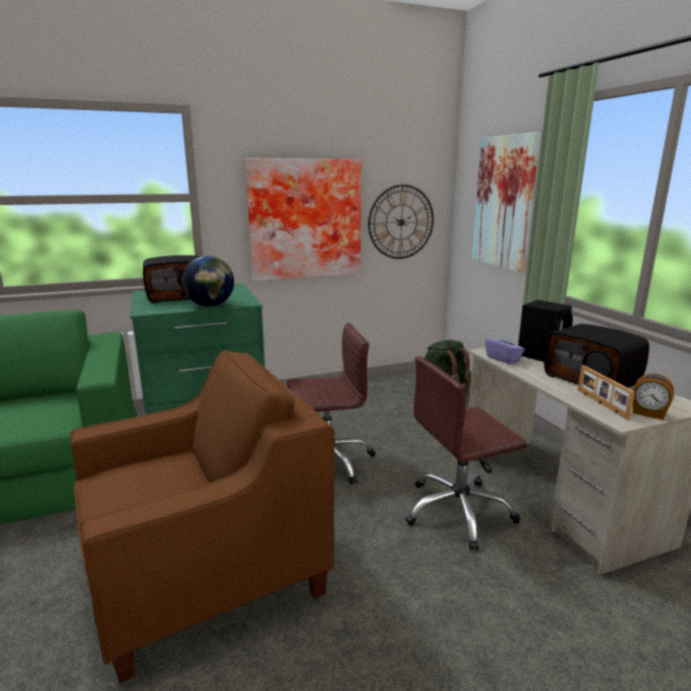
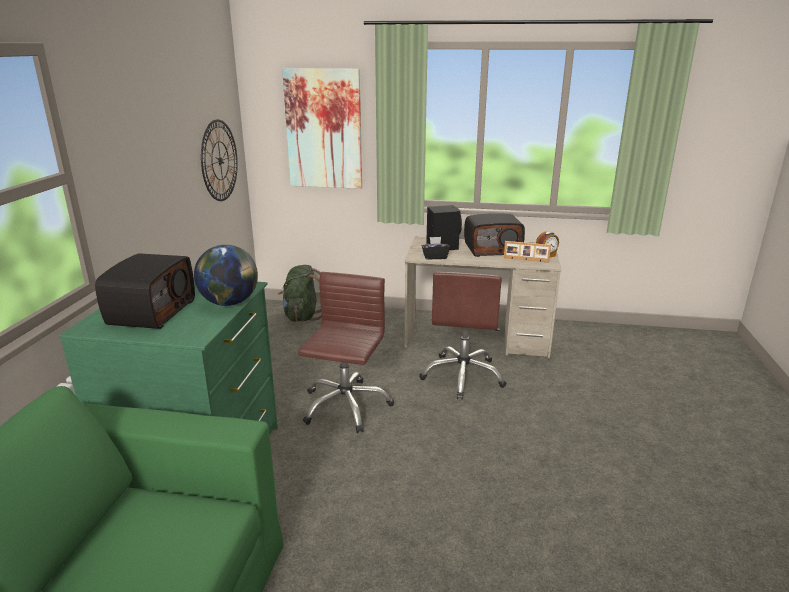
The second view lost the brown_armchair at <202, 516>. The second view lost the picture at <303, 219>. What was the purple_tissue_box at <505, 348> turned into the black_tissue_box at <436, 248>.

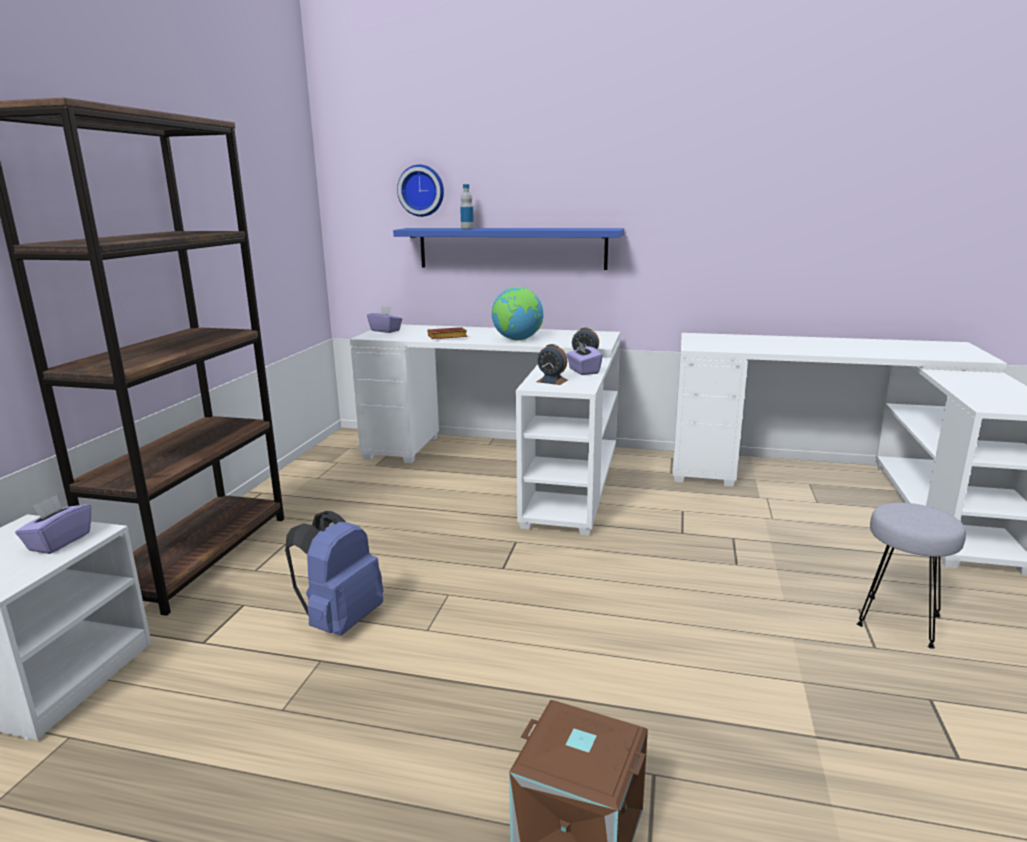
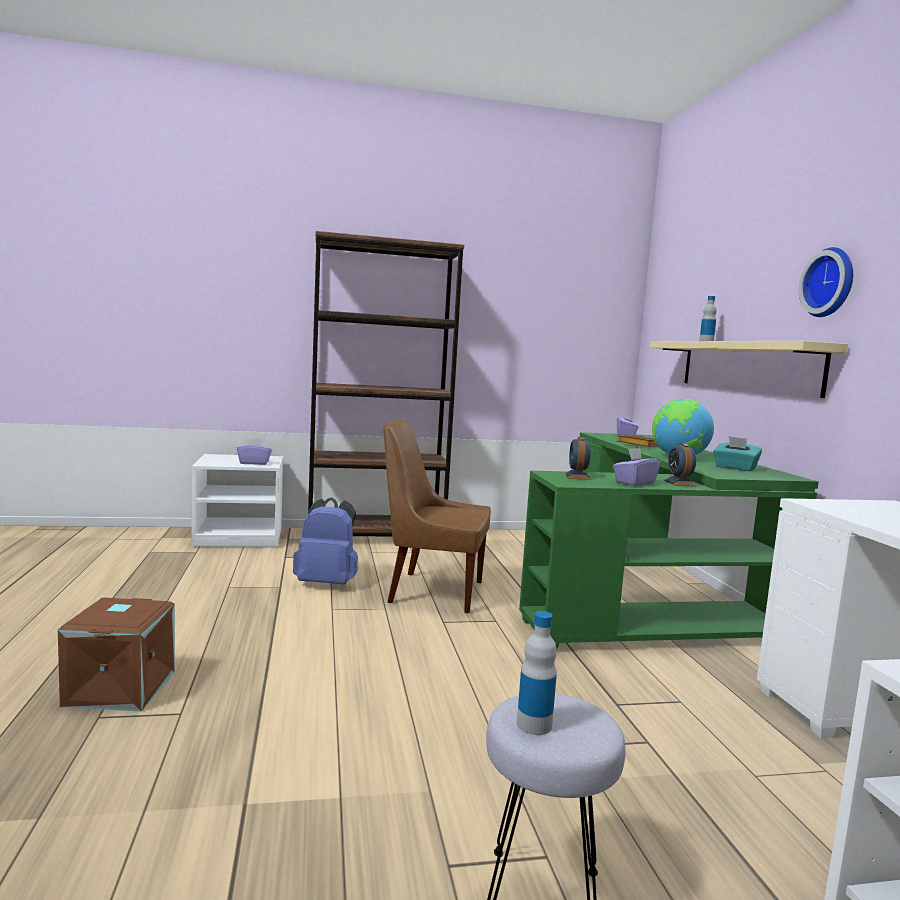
What was the white_desk at <485, 430> turned into the green_desk at <669, 540>. What was the blue_shelf at <508, 249> turned into the beige_shelf at <748, 369>. The wall_clock ended up elsewhere, having gone from <420, 191> to <826, 282>. The second view gained the brown_chair at <437, 516>. The second view gained the bottle at <537, 673>. The second view gained the turquoise_tissue_box at <737, 453>.

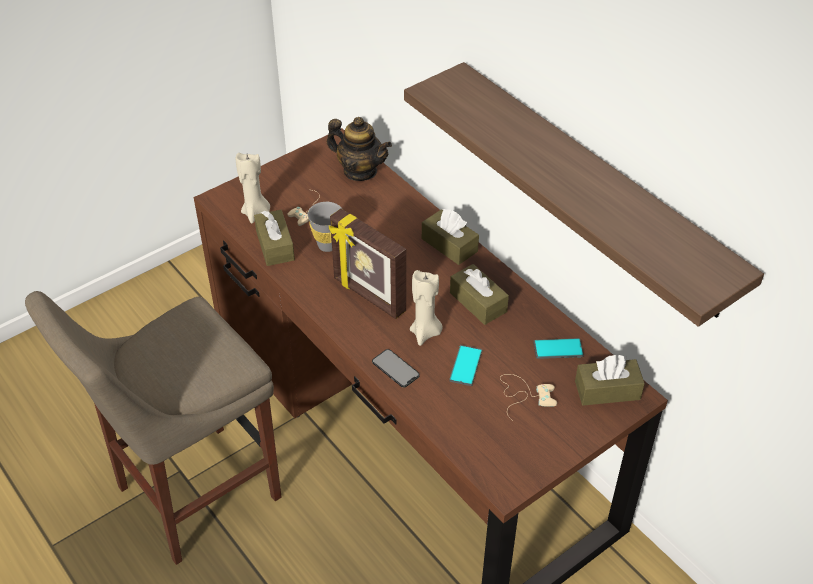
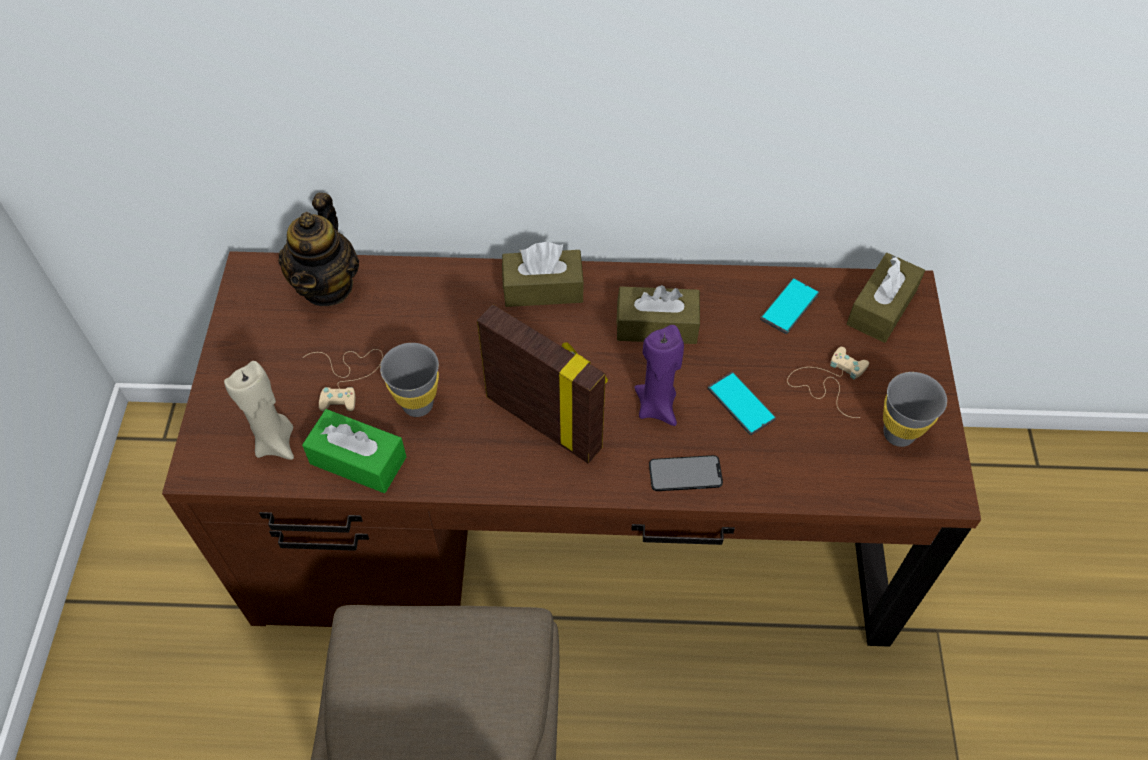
What was the brown_tissue_box at <274, 238> turned into the green_tissue_box at <354, 451>. The teapot at <359, 149> ended up facing another way, 120 degrees clockwise from before. The picture_frame at <367, 263> ended up facing another way, 135 degrees counterclockwise from before. The second view lost the shelf at <584, 194>. What was the beige_candle at <426, 308> turned into the purple_candle at <659, 375>. The second view gained the grey_cup at <915, 409>.

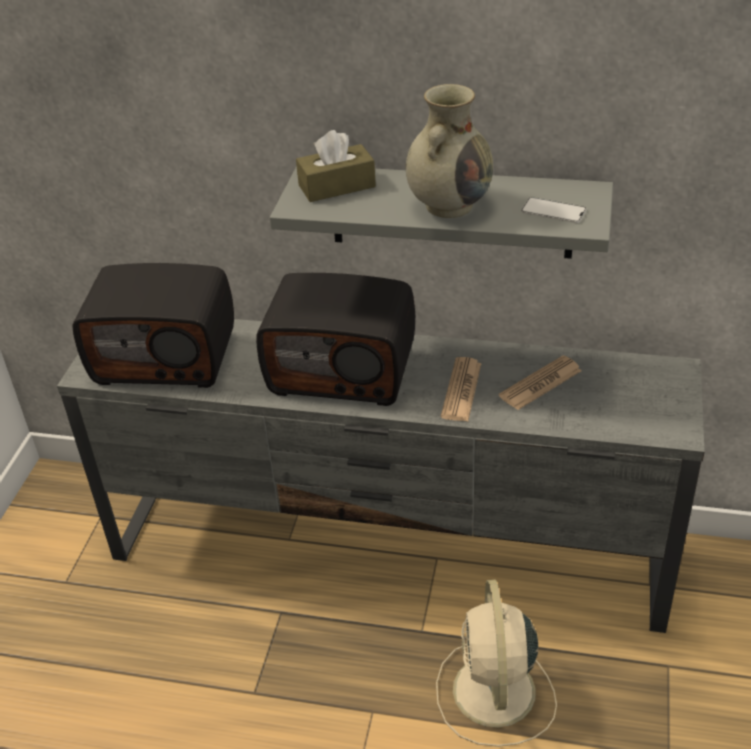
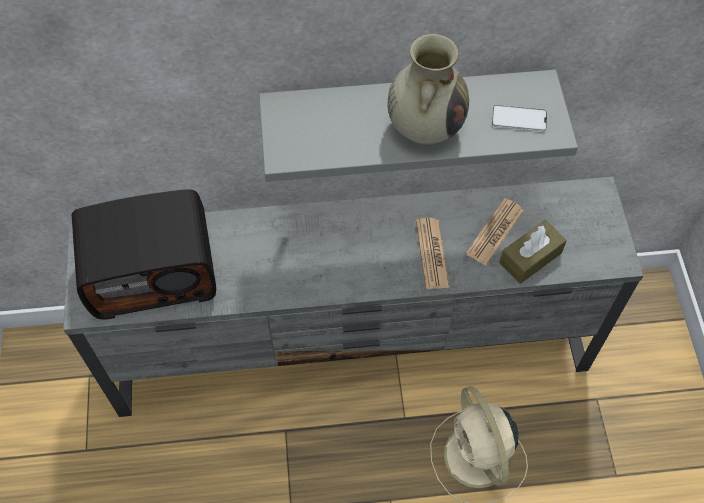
The second view lost the radio at <335, 339>. The brown_tissue_box ended up elsewhere, having gone from <336, 166> to <533, 252>.

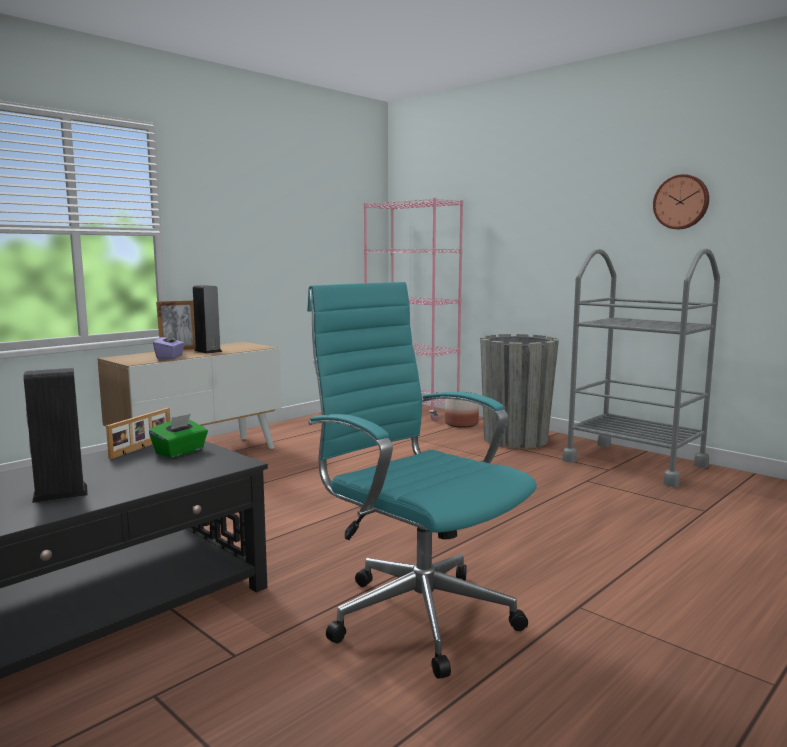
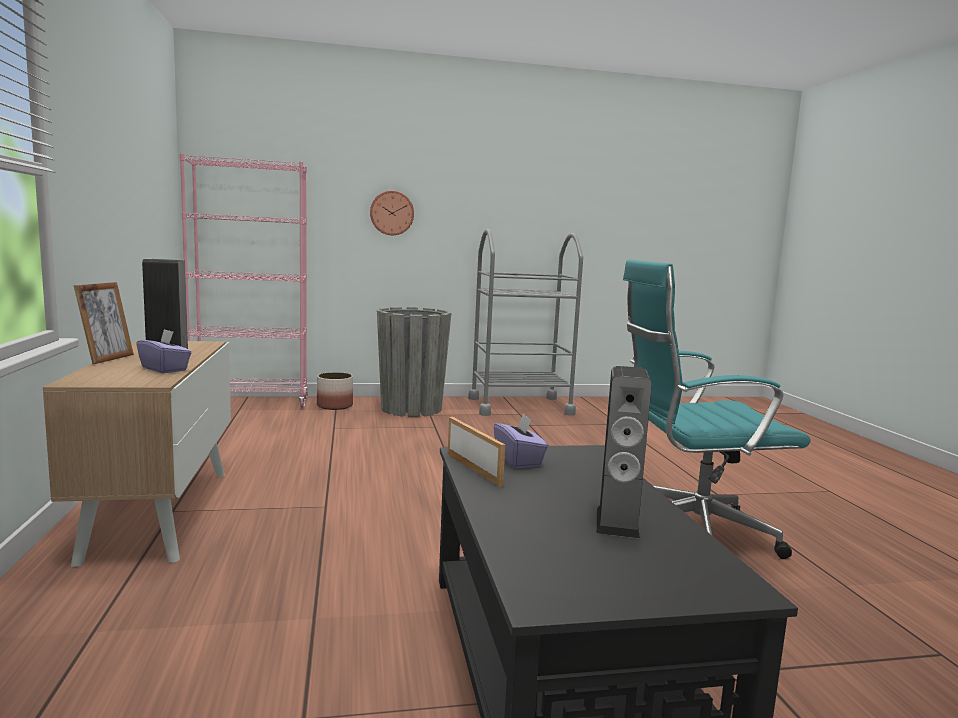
What was the green_tissue_box at <178, 436> turned into the purple_tissue_box at <521, 440>. The wall_clock ended up elsewhere, having gone from <681, 201> to <392, 213>.

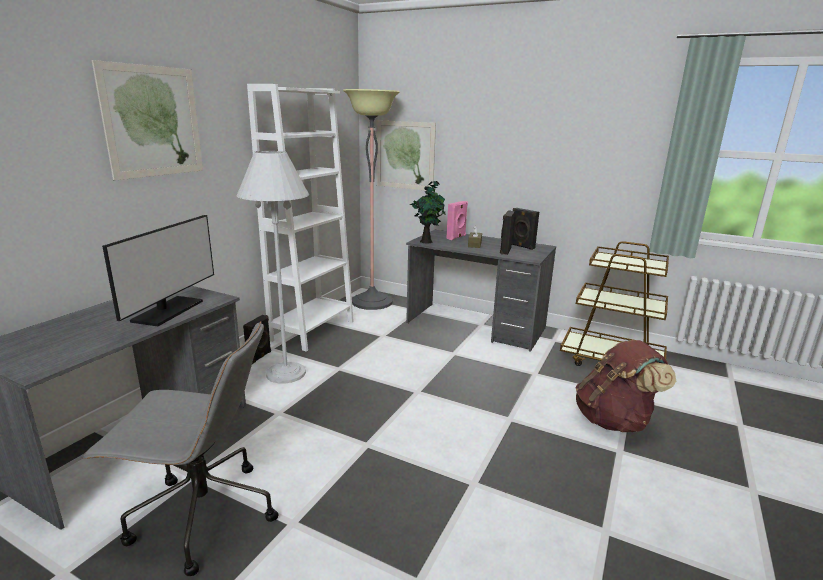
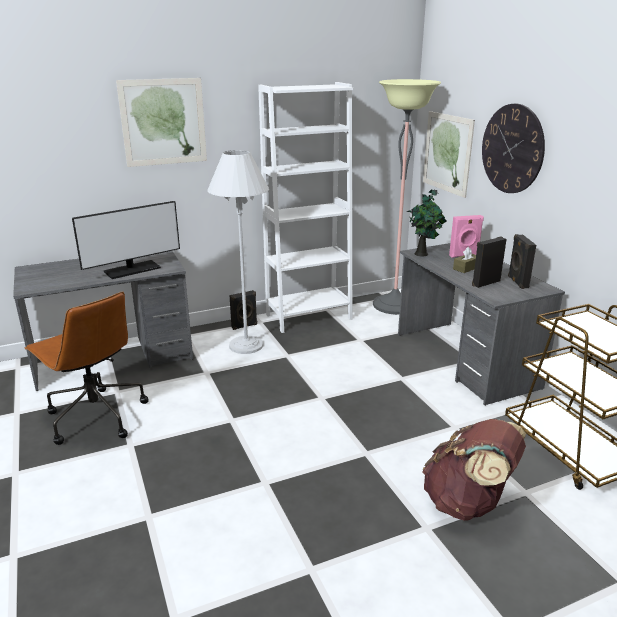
What was the grey_office_chair at <180, 448> turned into the brown_office_chair at <87, 368>. The second view gained the wall_clock at <513, 148>.

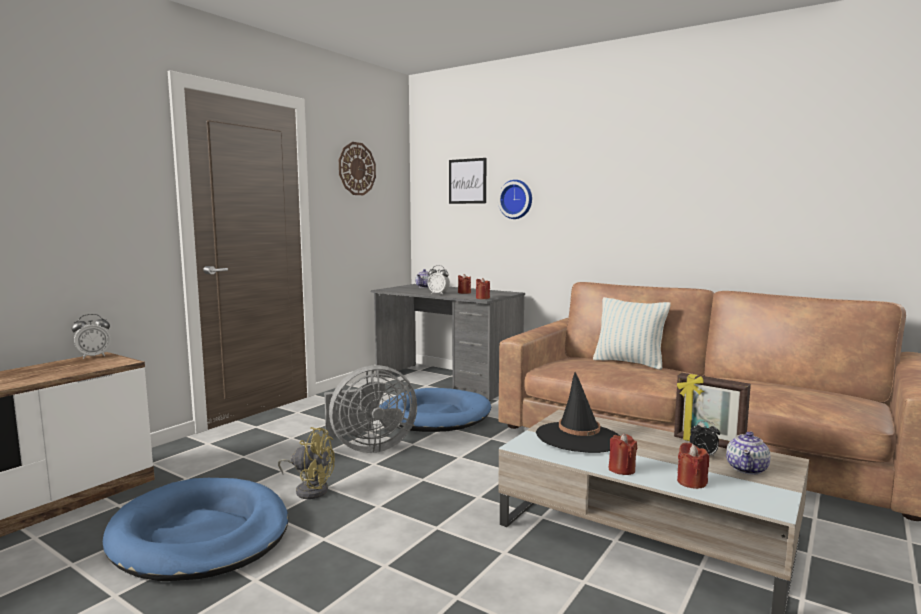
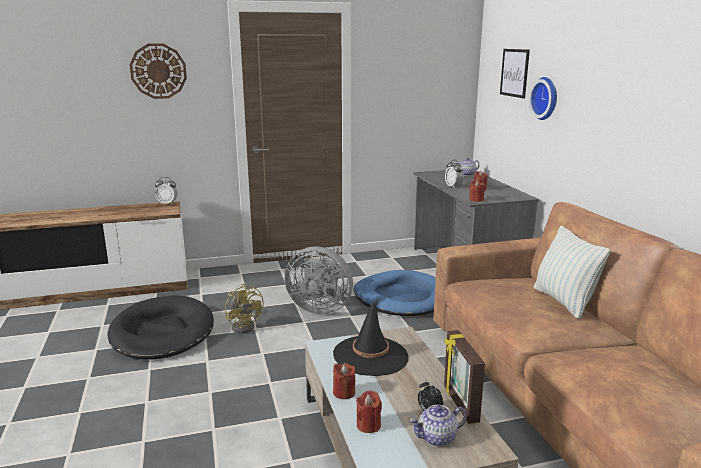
What was the blue_dog_bed at <195, 529> turned into the black_dog_bed at <160, 327>. The wall_clock ended up elsewhere, having gone from <357, 168> to <158, 71>.

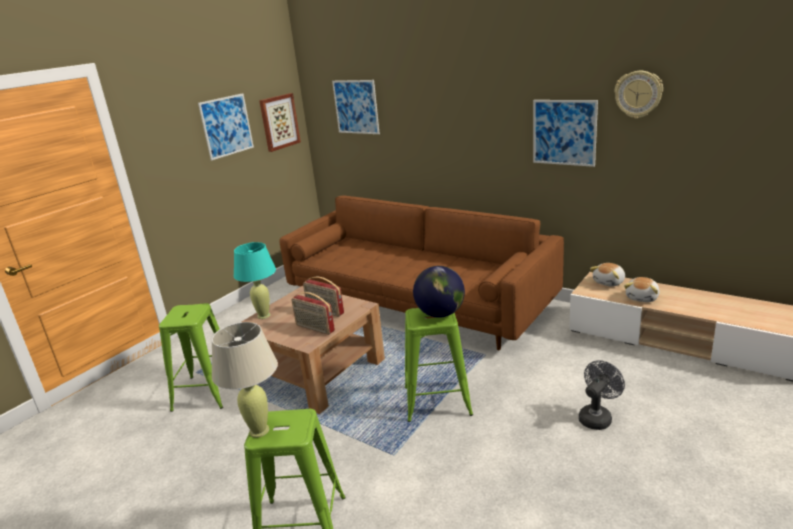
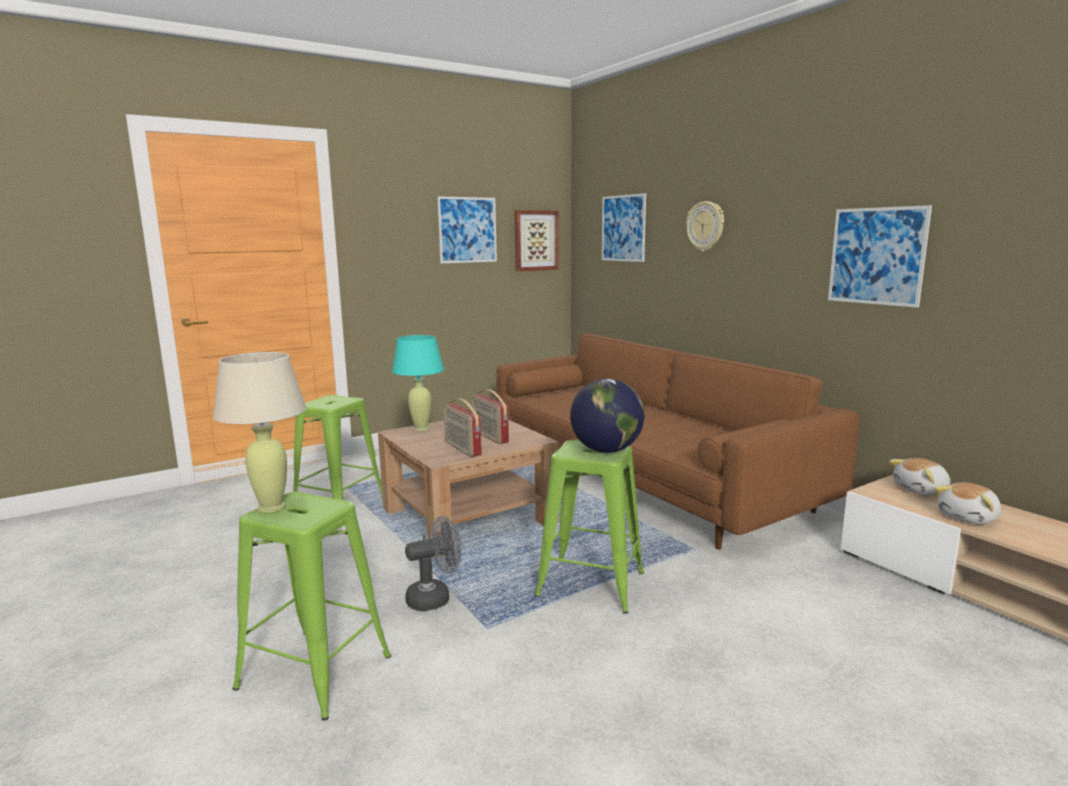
The grey_fan ended up elsewhere, having gone from <602, 395> to <433, 563>. The wall_clock ended up elsewhere, having gone from <638, 95> to <705, 226>.

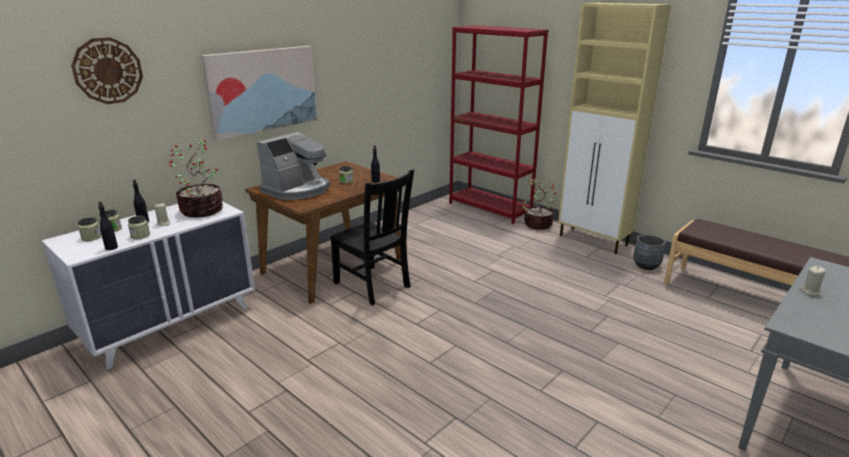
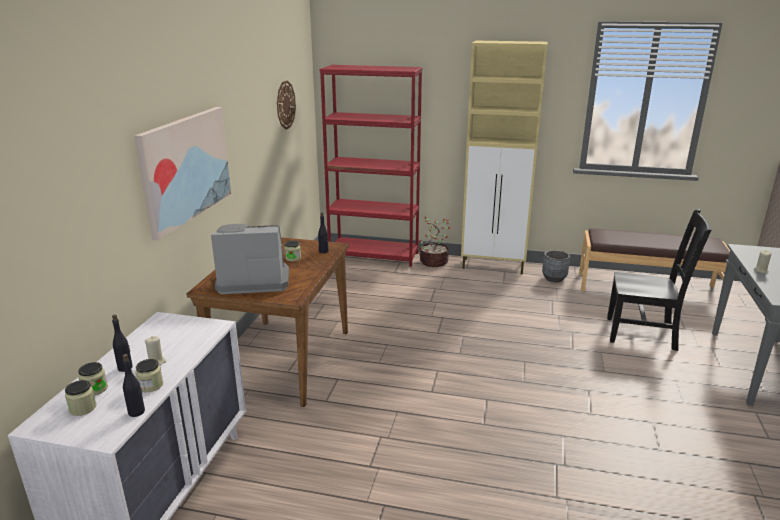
The wall_clock ended up elsewhere, having gone from <107, 70> to <286, 105>. The second view lost the potted_plant at <196, 178>. The coffee_machine at <293, 166> ended up facing another way, 105 degrees counterclockwise from before. The black_chair ended up elsewhere, having gone from <372, 237> to <659, 280>.

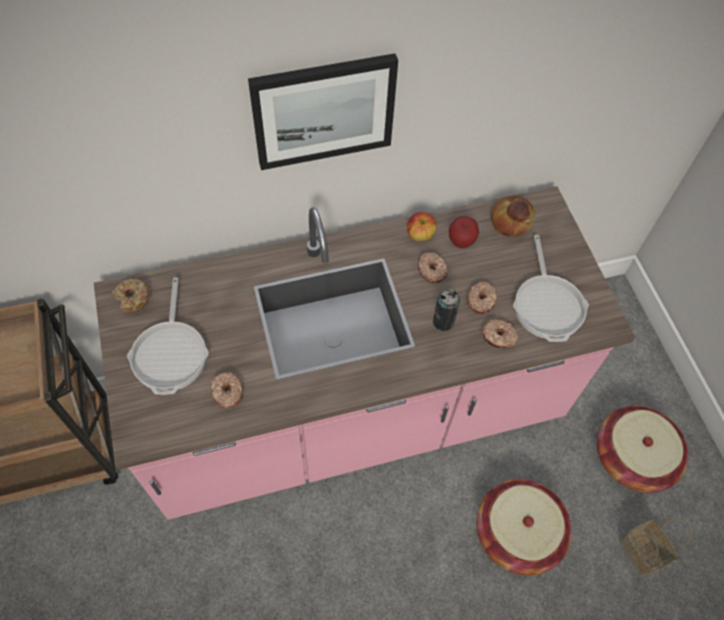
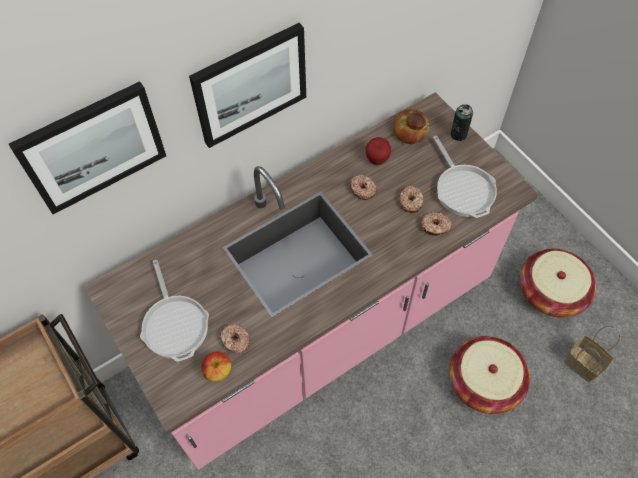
The second view lost the donut at <131, 295>. The apple ended up elsewhere, having gone from <422, 226> to <216, 367>. The can ended up elsewhere, having gone from <447, 310> to <462, 122>. The second view gained the picture at <87, 147>.

